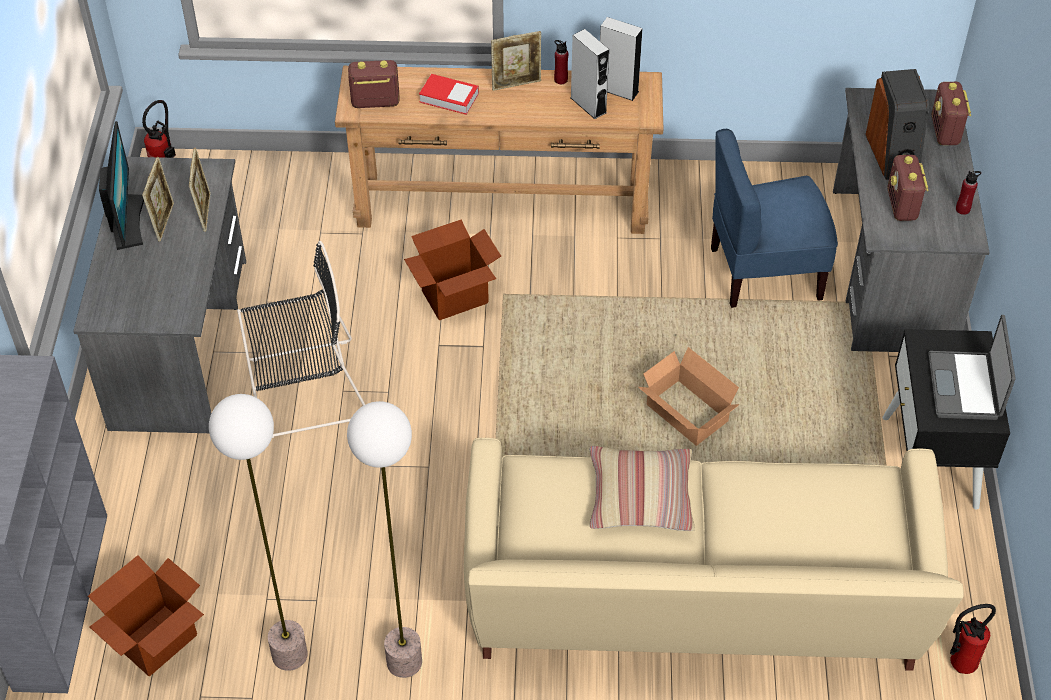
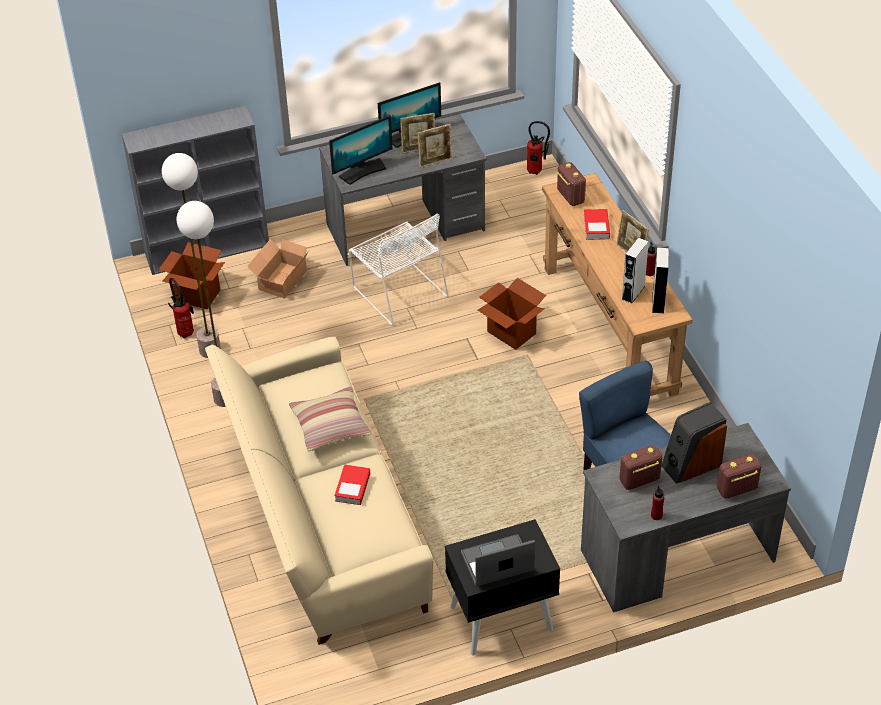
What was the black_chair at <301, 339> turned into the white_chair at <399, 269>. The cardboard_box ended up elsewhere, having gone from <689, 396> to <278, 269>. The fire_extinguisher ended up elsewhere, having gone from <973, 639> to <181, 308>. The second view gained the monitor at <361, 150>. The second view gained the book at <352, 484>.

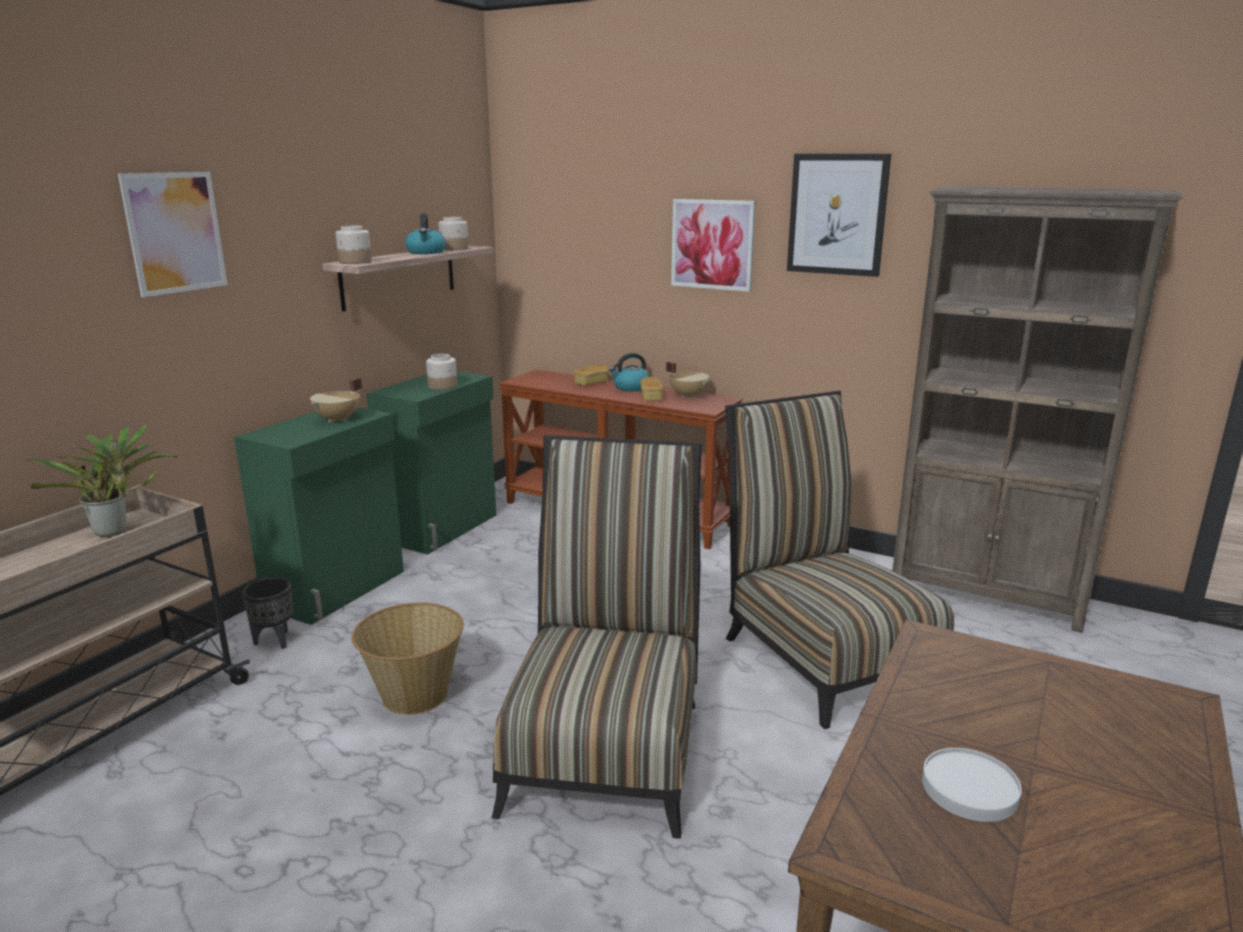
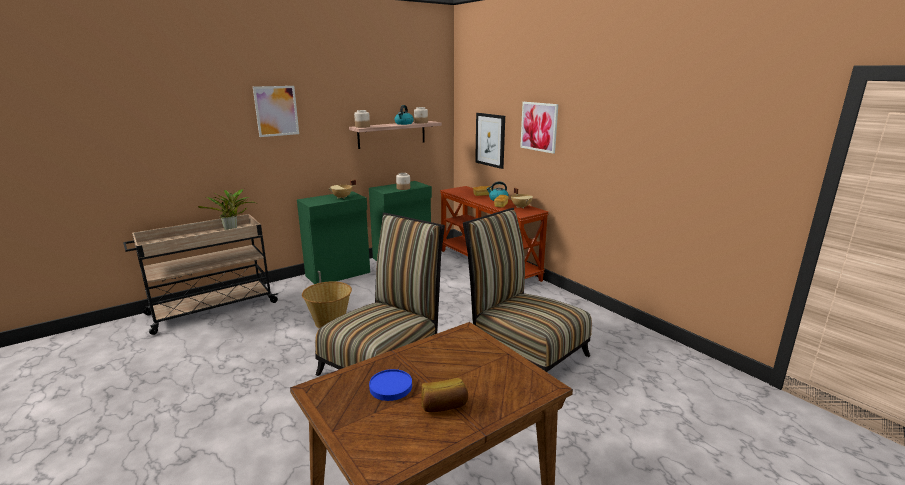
The second view lost the black_planter at <267, 613>. The chair at <839, 560> ended up facing another way, 45 degrees counterclockwise from before. The picture ended up elsewhere, having gone from <839, 215> to <490, 141>. The second view lost the brown_bookcase at <1037, 410>. What was the white_plate at <972, 785> turned into the blue_plate at <390, 385>. The second view gained the bread at <444, 395>.

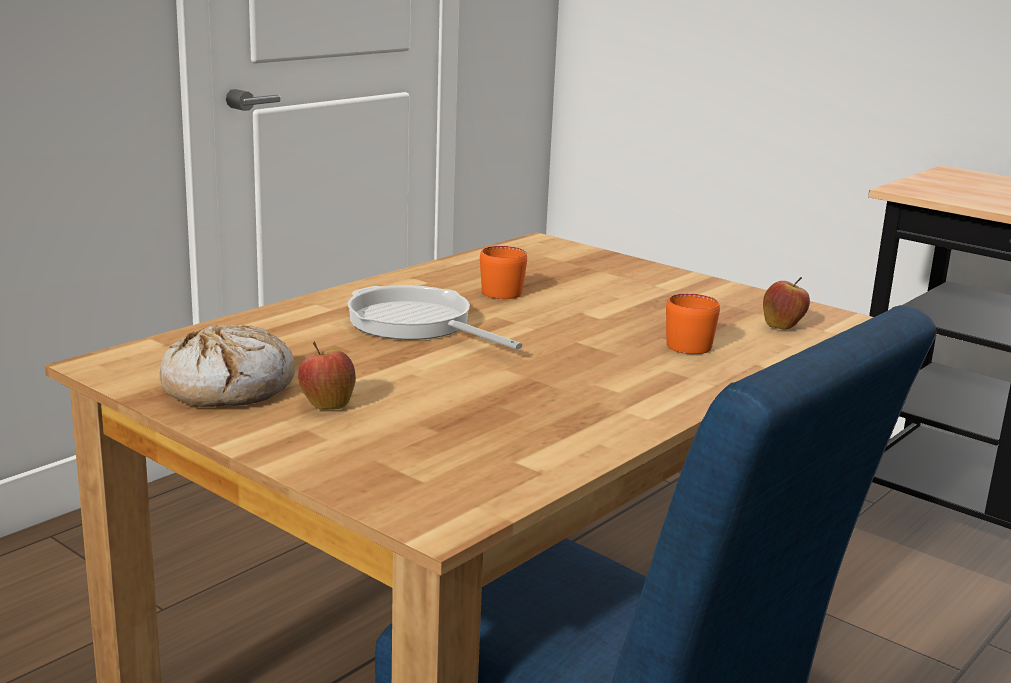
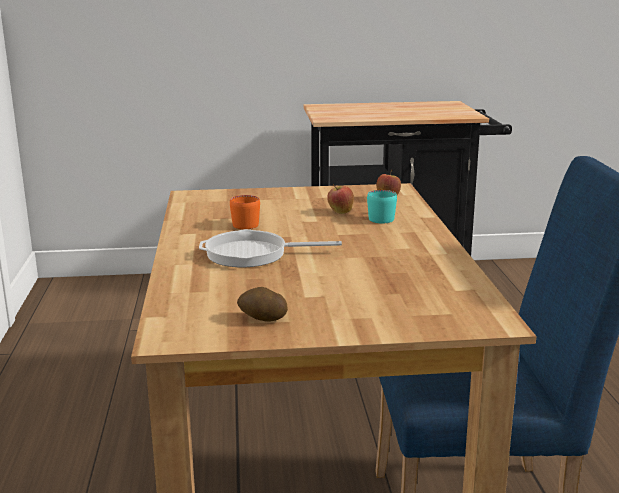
Where the bread stood at <227, 366>, the potato came to stand at <262, 304>. The apple ended up elsewhere, having gone from <327, 375> to <340, 199>. What was the orange_mug at <693, 323> turned into the turquoise_mug at <382, 207>.

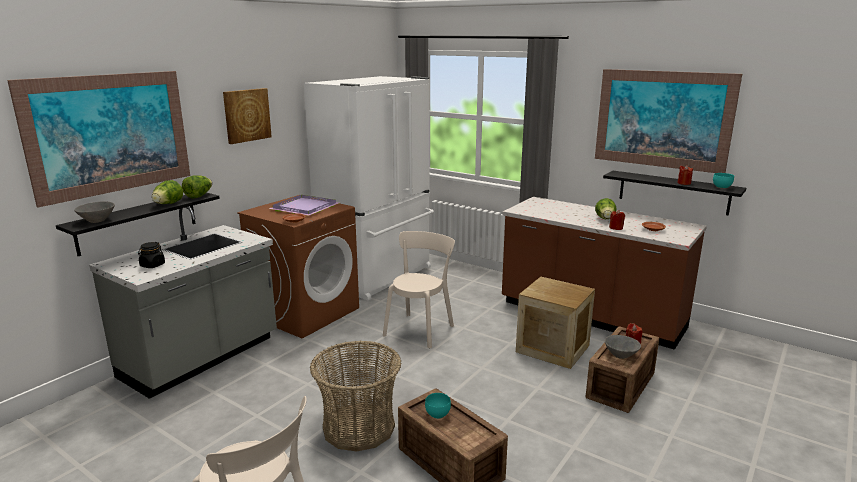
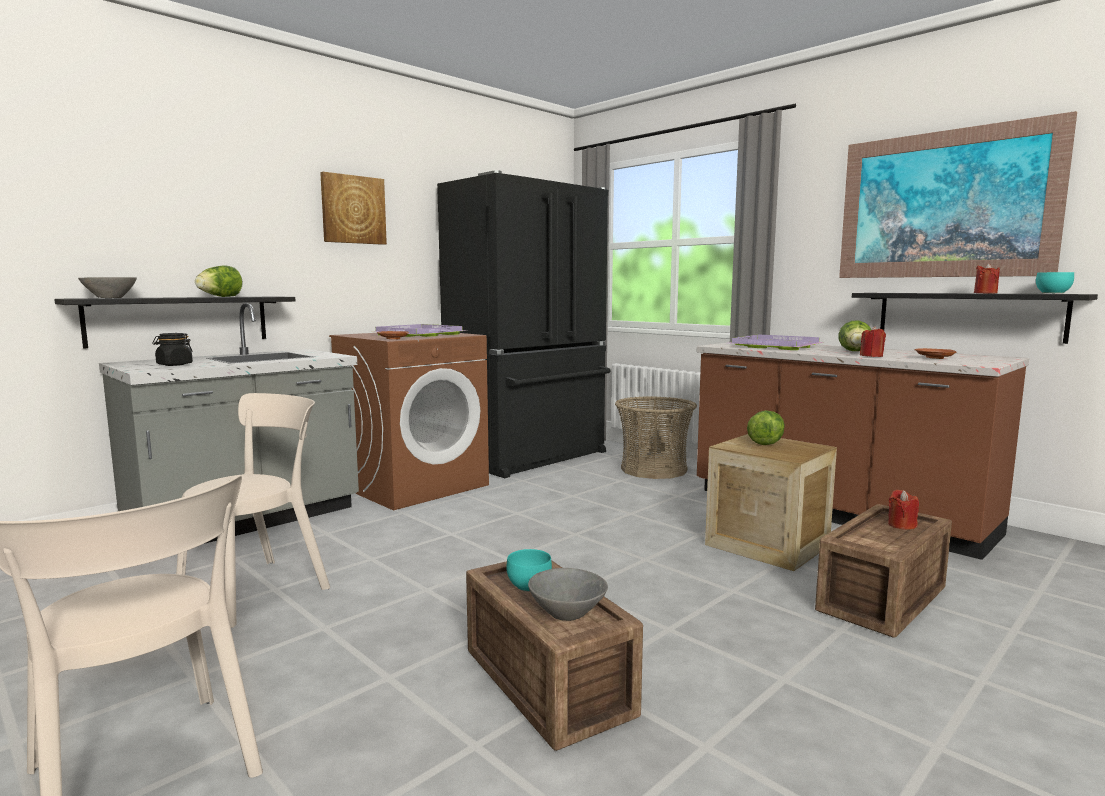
The second view lost the picture at <98, 139>. The lettuce ended up elsewhere, having gone from <197, 187> to <766, 427>. What was the white_fridge at <369, 188> turned into the black_fridge at <523, 324>. The basket ended up elsewhere, having gone from <355, 396> to <656, 437>. The beige_chair ended up elsewhere, having gone from <419, 289> to <253, 510>. The grey_bowl ended up elsewhere, having gone from <623, 347> to <568, 594>. The second view gained the purple_tray at <776, 342>.

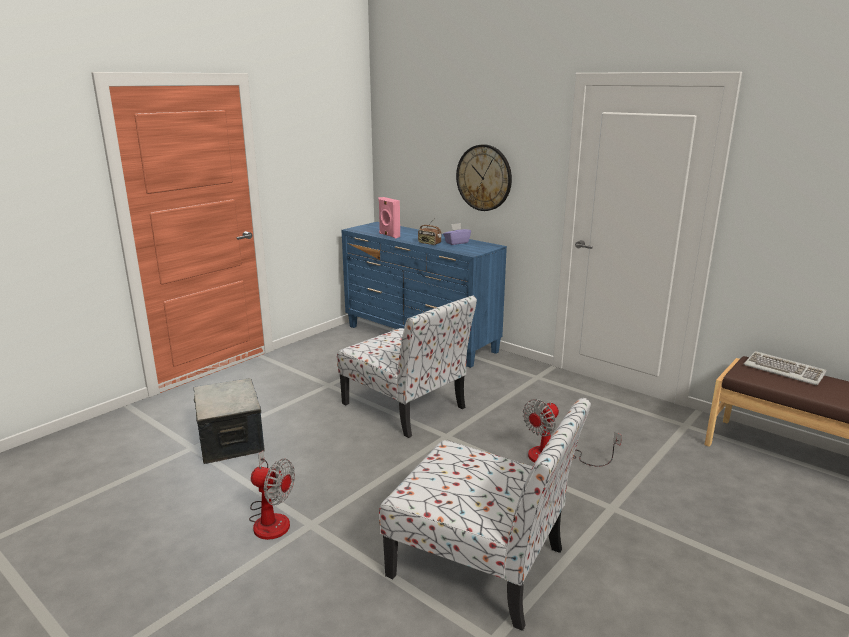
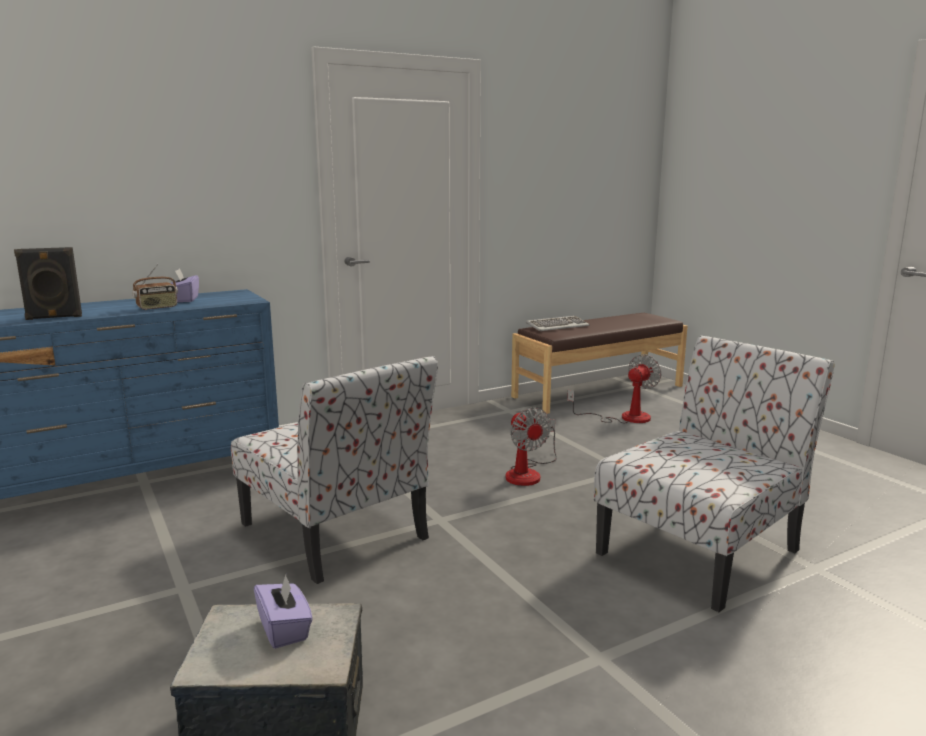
The fan ended up elsewhere, having gone from <272, 495> to <614, 389>. The chair at <407, 366> ended up facing another way, 75 degrees clockwise from before. What was the pink_speaker at <389, 217> turned into the black_speaker at <48, 283>. The second view lost the wall_clock at <484, 177>. The second view gained the purple_tissue_box at <283, 612>.

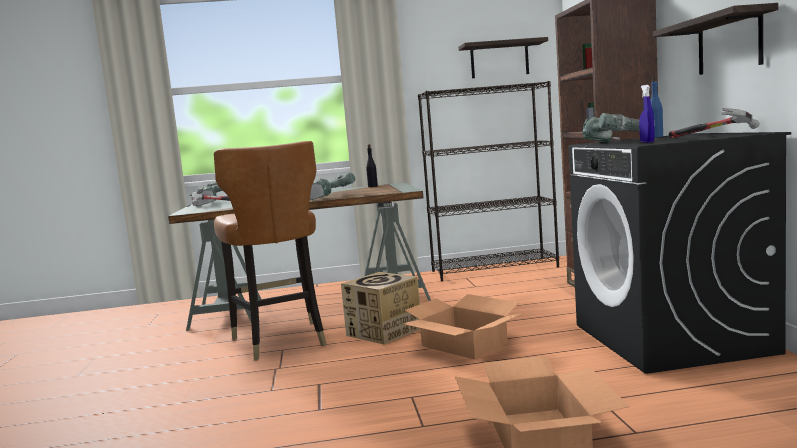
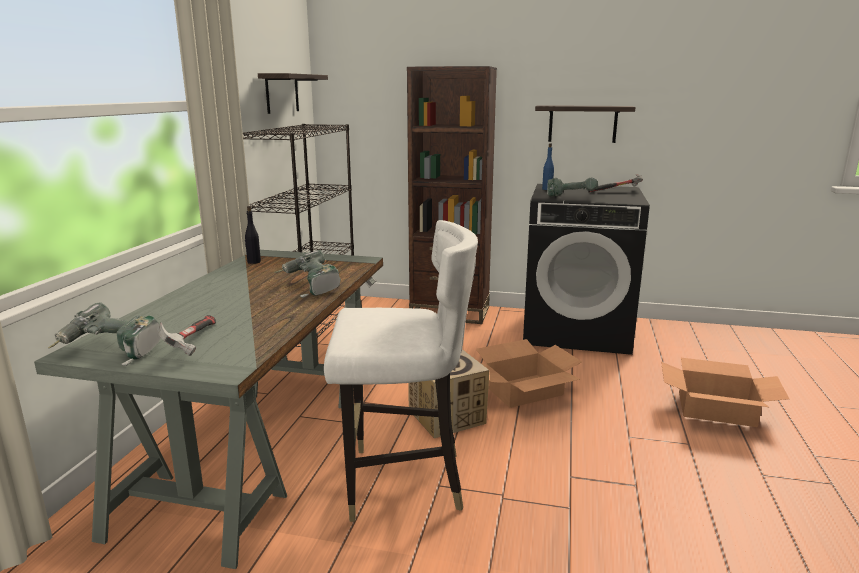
What was the brown_chair at <270, 251> turned into the white_chair at <401, 371>. The second view lost the blue_spray_bottle at <646, 114>.

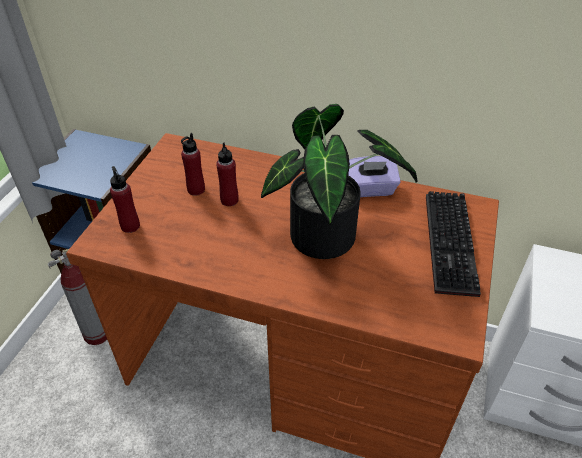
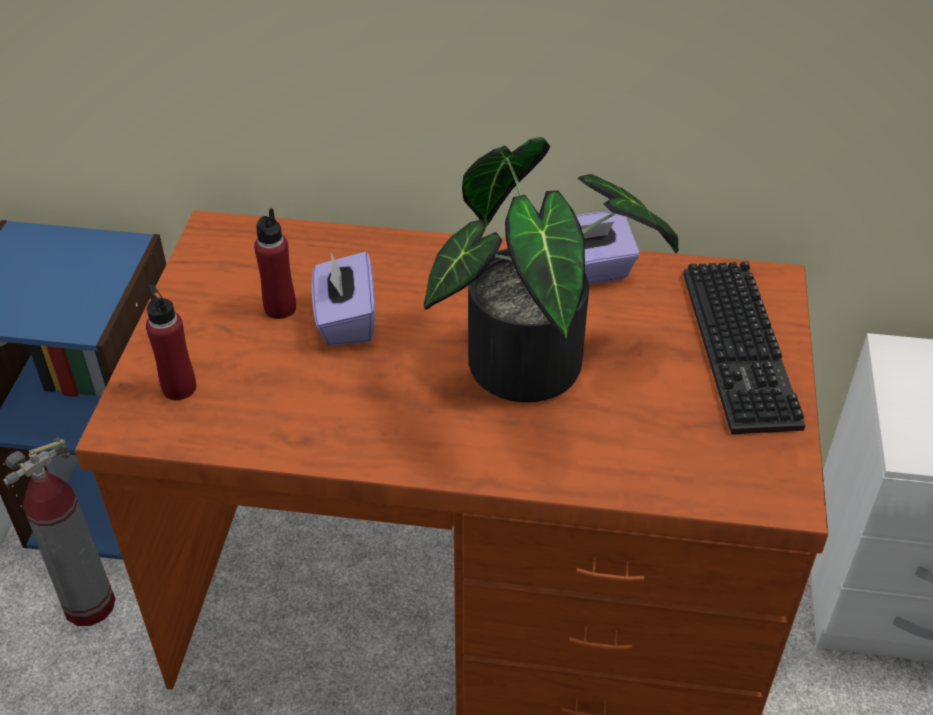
Where the red_bottle stood at <227, 174>, the purple_tissue_box came to stand at <343, 299>.

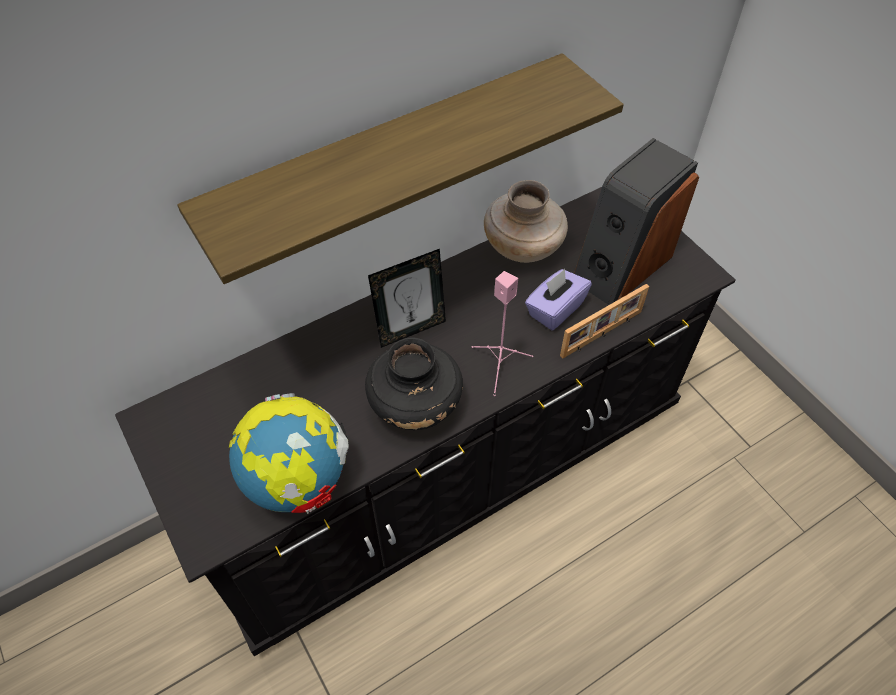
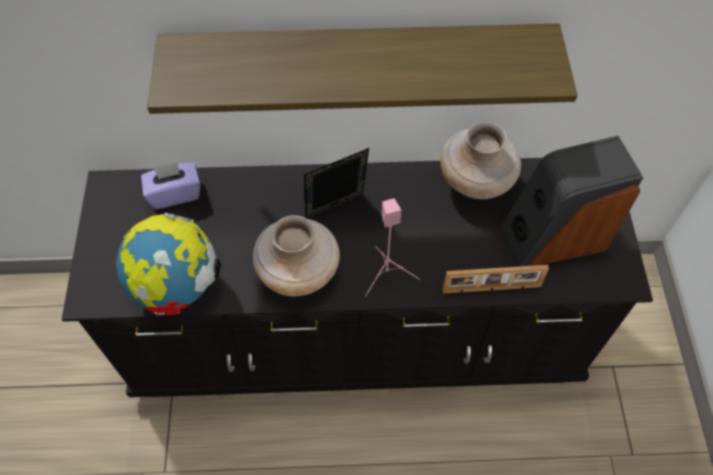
What was the black_vase at <414, 383> turned into the beige_vase at <296, 255>. The picture_frame at <407, 298> ended up facing another way, 150 degrees clockwise from before. The purple_tissue_box ended up elsewhere, having gone from <558, 299> to <171, 185>.

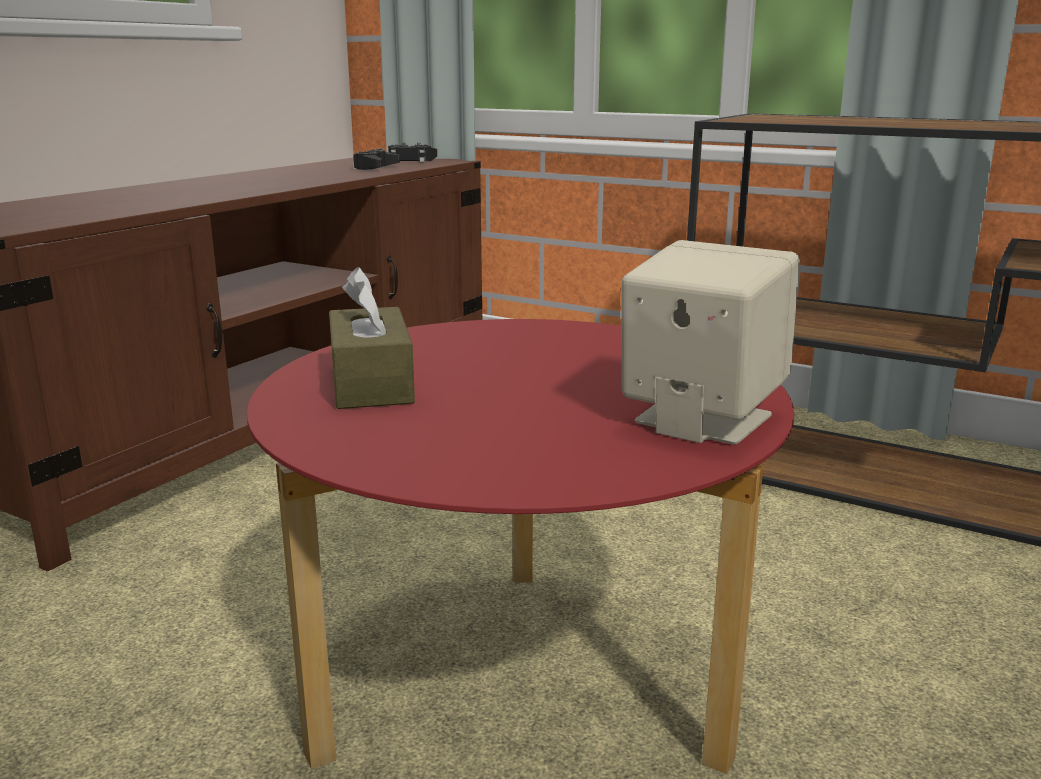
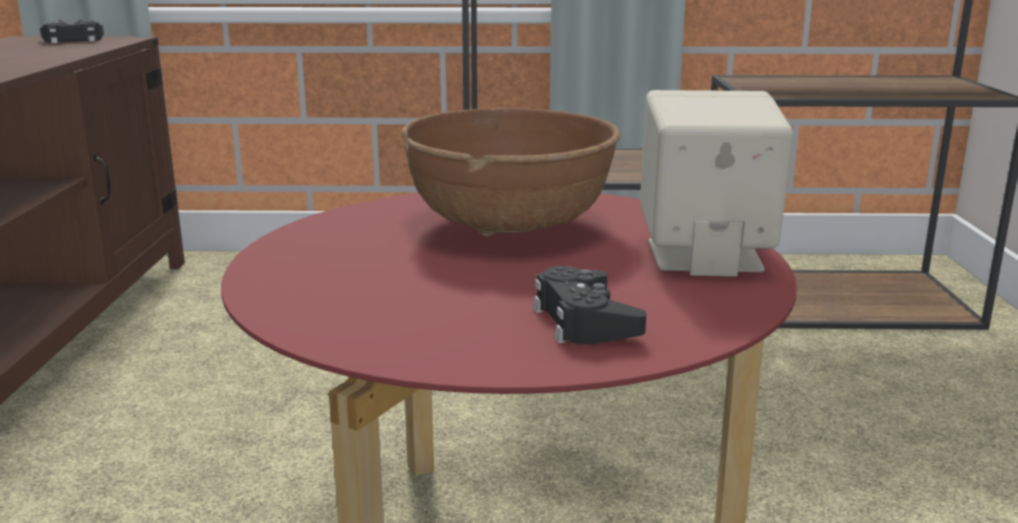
The second view lost the brown_tissue_box at <372, 338>. The black_game_controller ended up elsewhere, having gone from <376, 159> to <589, 305>. The second view gained the brown_bowl at <510, 172>.

